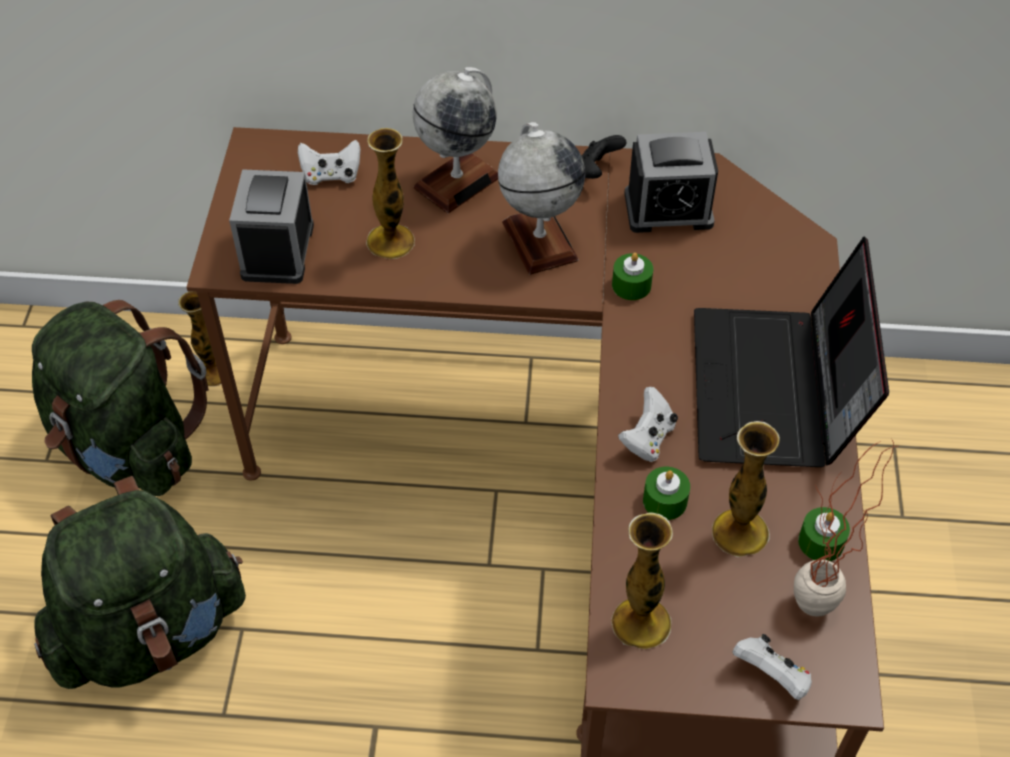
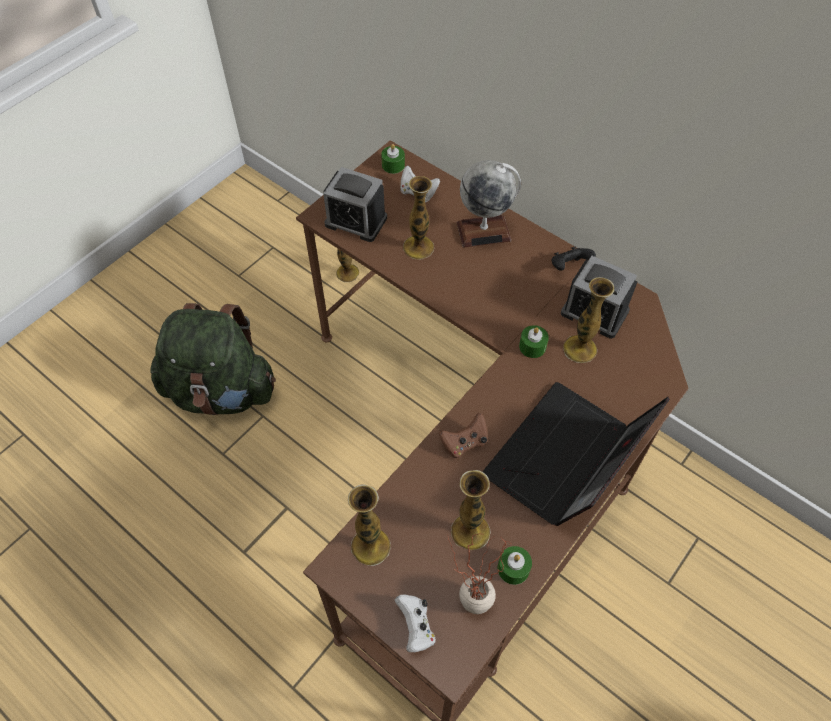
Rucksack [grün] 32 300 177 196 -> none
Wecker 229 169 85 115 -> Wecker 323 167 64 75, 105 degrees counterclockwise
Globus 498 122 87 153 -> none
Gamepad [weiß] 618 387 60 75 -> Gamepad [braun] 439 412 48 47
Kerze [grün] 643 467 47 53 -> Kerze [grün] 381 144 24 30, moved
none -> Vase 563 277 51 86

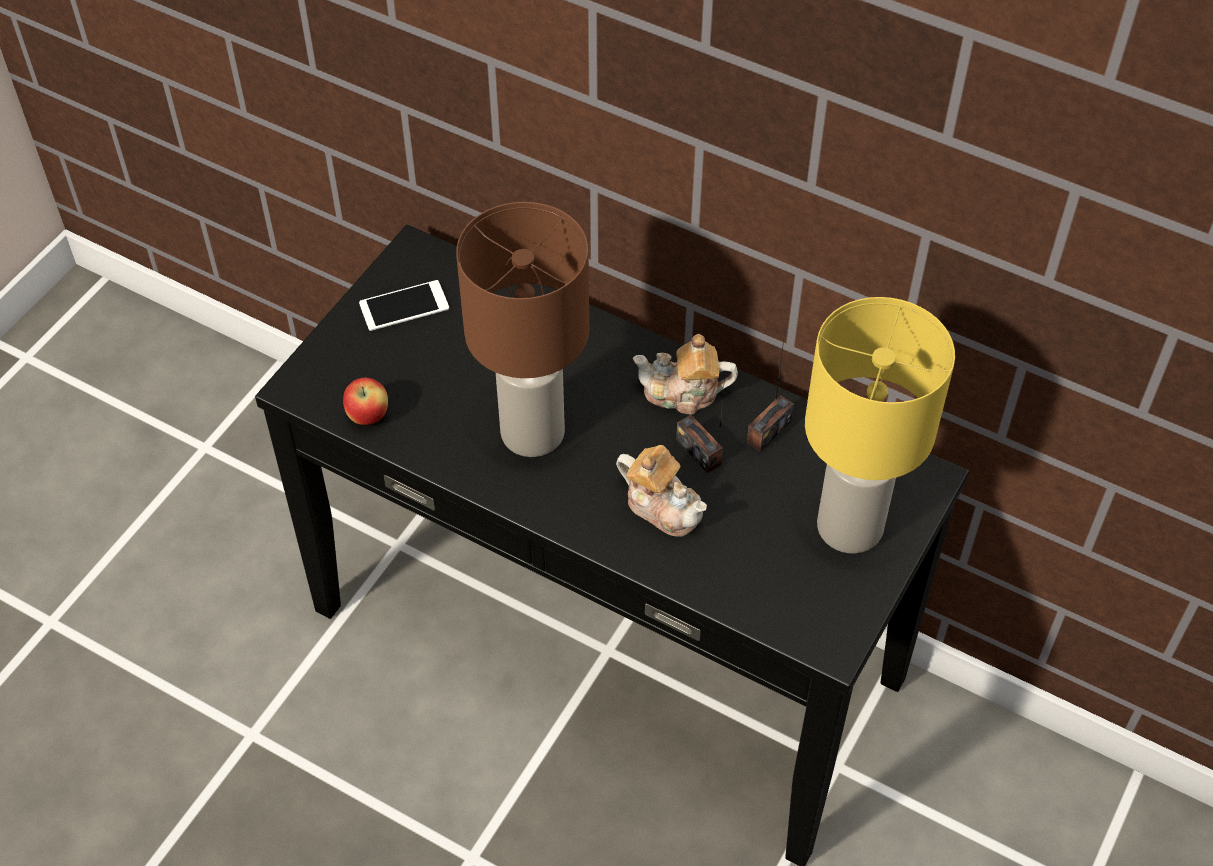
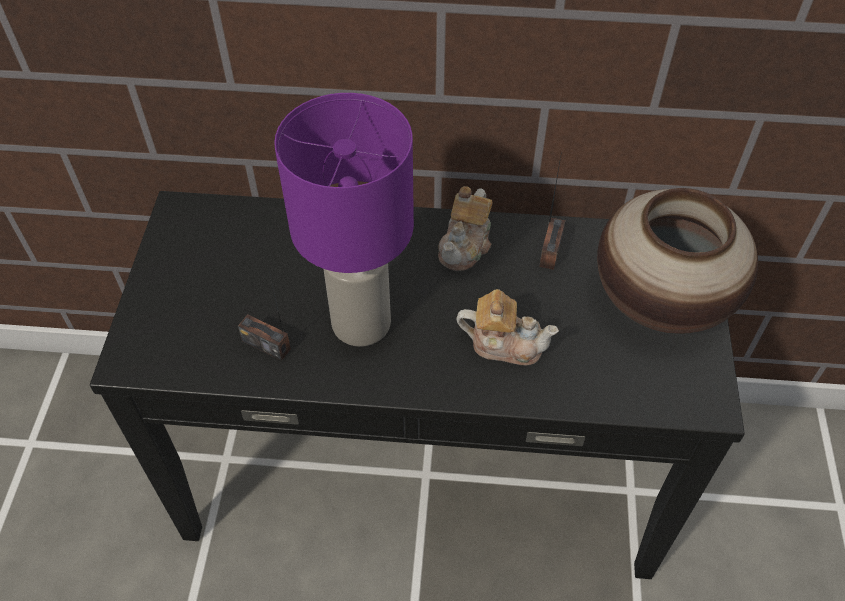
Apfel 343 377 45 48 -> none
Handy 359 280 90 51 -> none
Tischlampe [braun] 456 202 133 255 -> Tischlampe [lila] 274 93 140 254
Teekanne 633 334 105 80 -> Teekanne 438 186 54 85, 45 degrees counterclockwise
Radio 676 376 49 97 -> Radio 238 267 53 94, moved
Tischlampe [gelb] 805 297 150 257 -> Vase 597 188 161 146

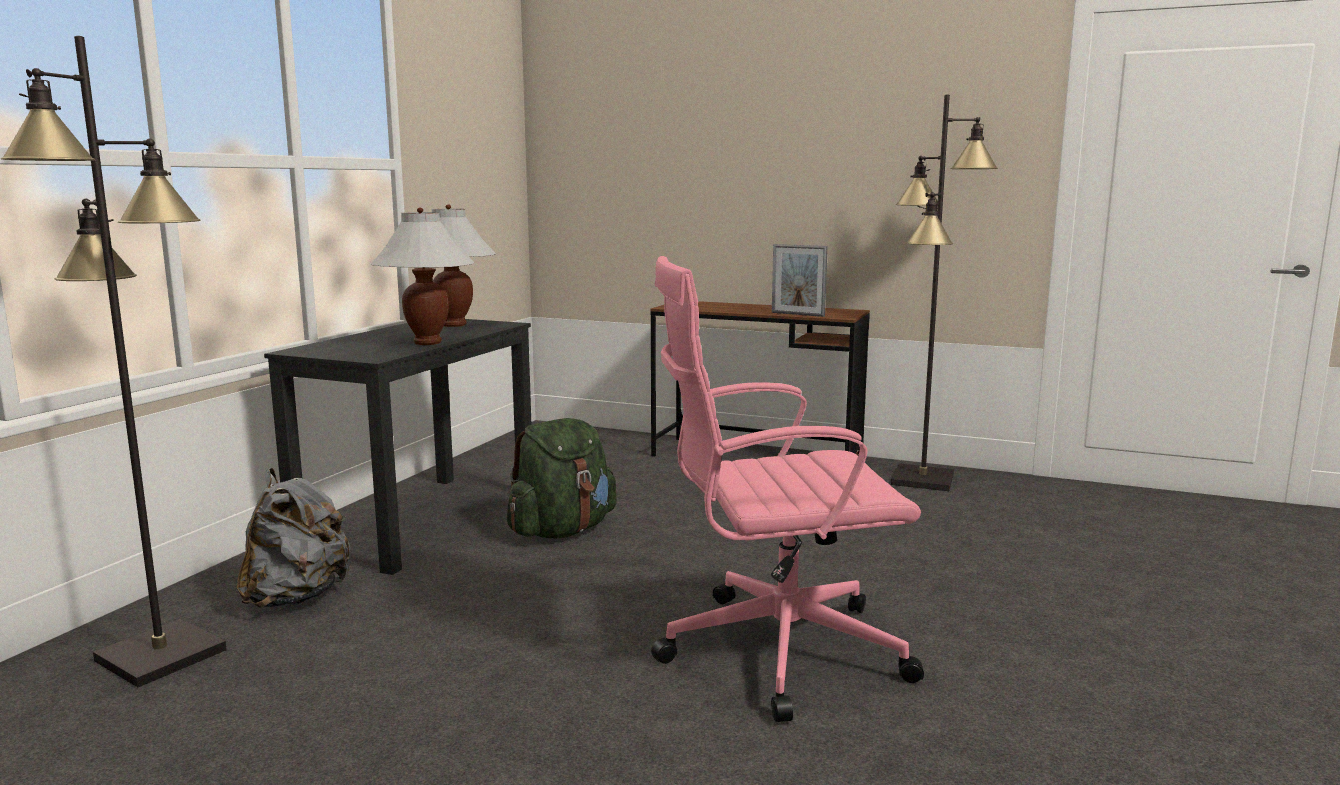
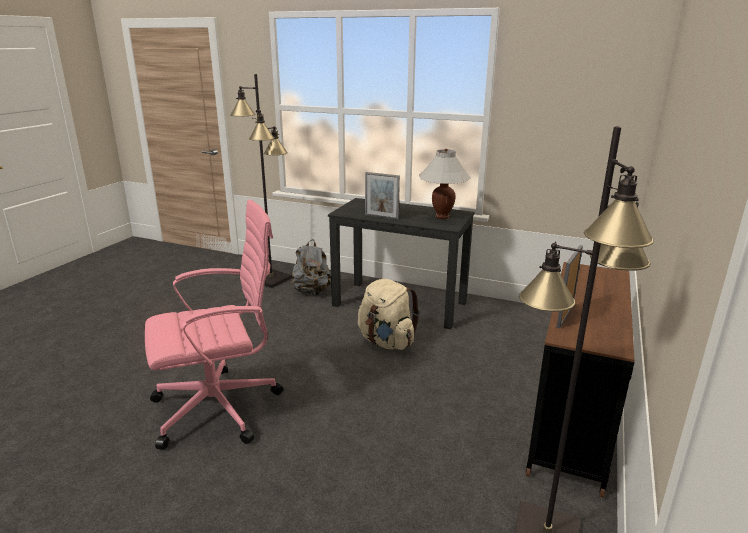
Tischlampe [weiß] 371 207 104 138 -> Bilderrahmen 365 172 35 48
Rucksack [grün] 507 418 110 121 -> Rucksack [beige] 358 279 62 71
Bürostuhl [rosa] 651 256 273 466 -> Bürostuhl [rosa] 145 199 139 251, 75 degrees clockwise

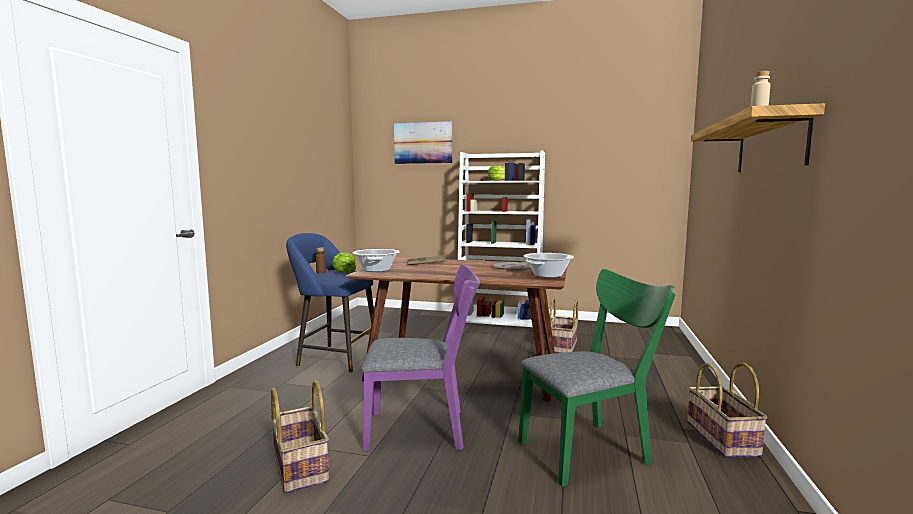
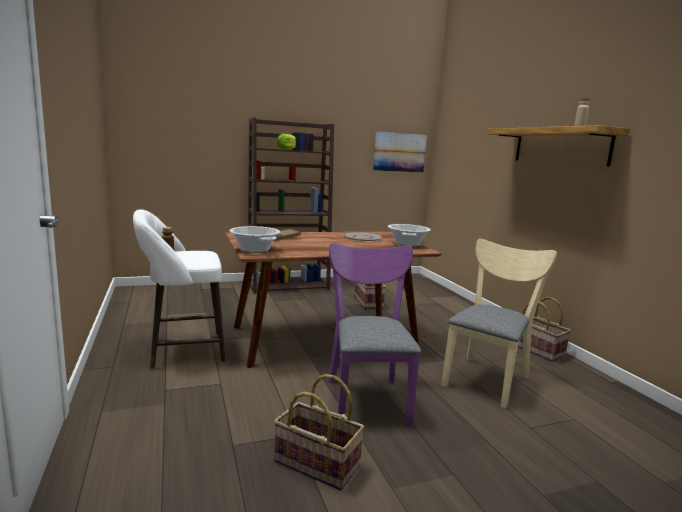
Hocker [blau] 286 233 88 140 -> Hocker [weiß] 133 209 93 160
Salatkopf 332 253 24 20 -> none
Stuhl [lila] 361 265 119 186 -> Stuhl [lila] 328 243 93 184, 60 degrees counterclockwise
Bild 394 121 58 43 -> Bild 373 131 54 42, moved
Bücherregal [weiß] 458 150 87 177 -> Bücherregal [braun] 248 118 86 176
Stuhl [grün] 519 269 156 218 -> Stuhl [beige] 441 239 116 169

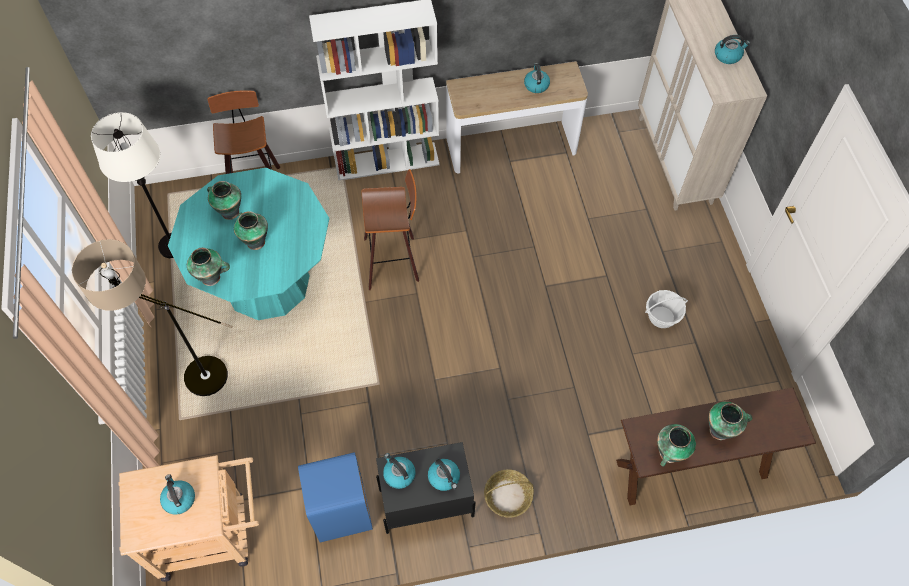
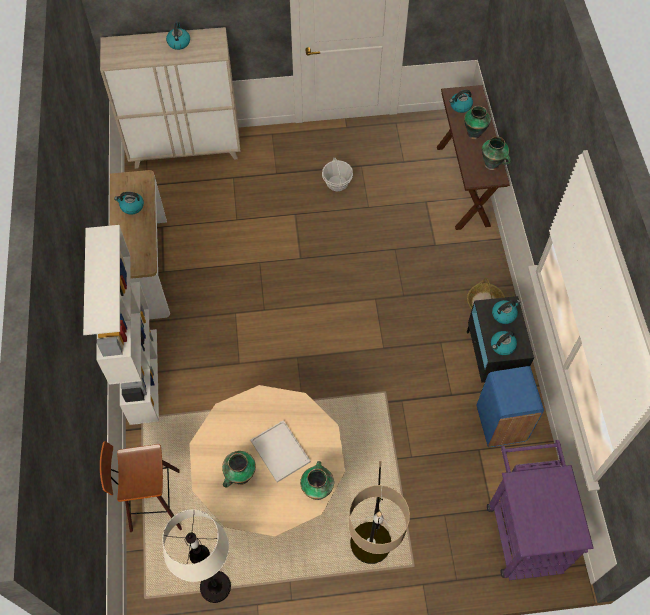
Rollwagen [beige] 119 455 140 127 -> Rollwagen [lila] 487 440 106 140
Wasserkessel 160 474 35 41 -> Wasserkessel 449 90 24 23, moved
Esstisch [türkis] 168 168 161 152 -> Esstisch [beige] 189 385 156 152
Vase 234 211 34 39 -> Tablett [weiß] 251 420 60 63
Hocker 362 169 57 121 -> none

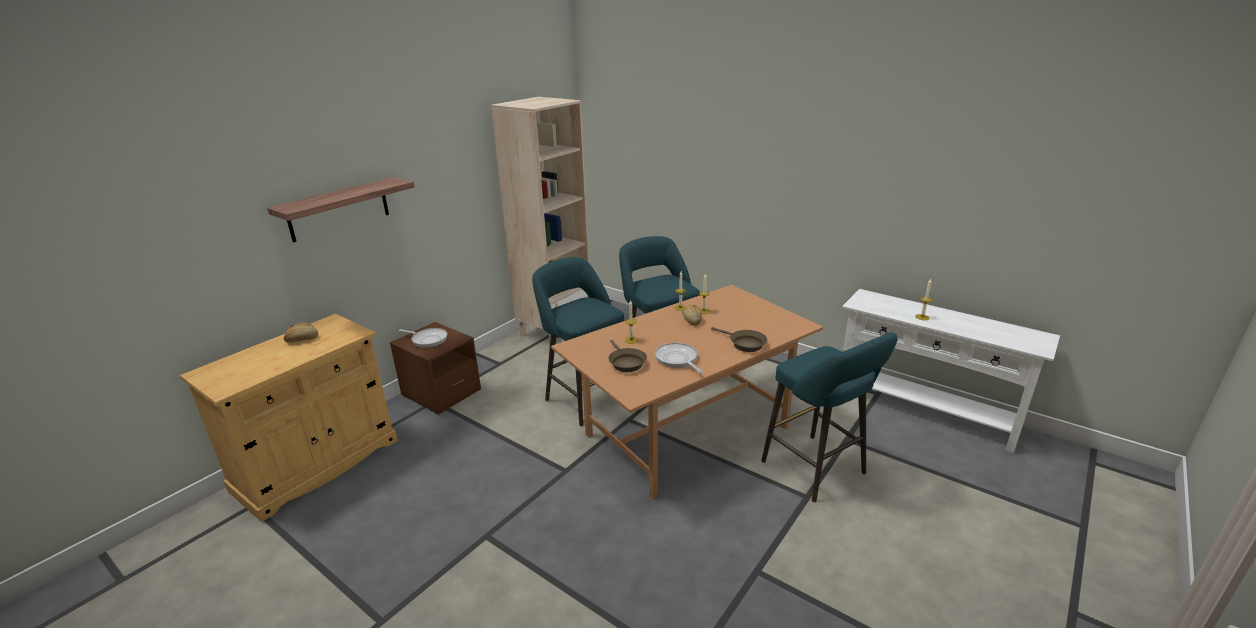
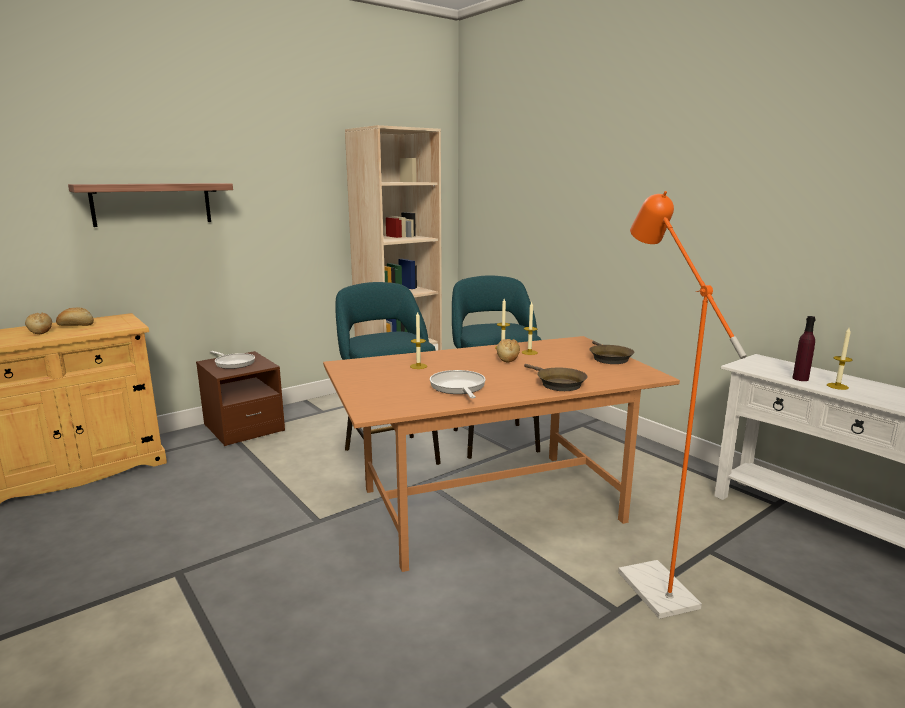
Pfanne [braun] 609 340 38 32 -> Pfanne [braun] 589 341 45 23, moved
Hocker [türkis] 761 332 137 170 -> Stehlampe [orange] 618 191 129 428
none -> Brot 25 313 27 21
none -> Flasche [lila] 792 316 23 65

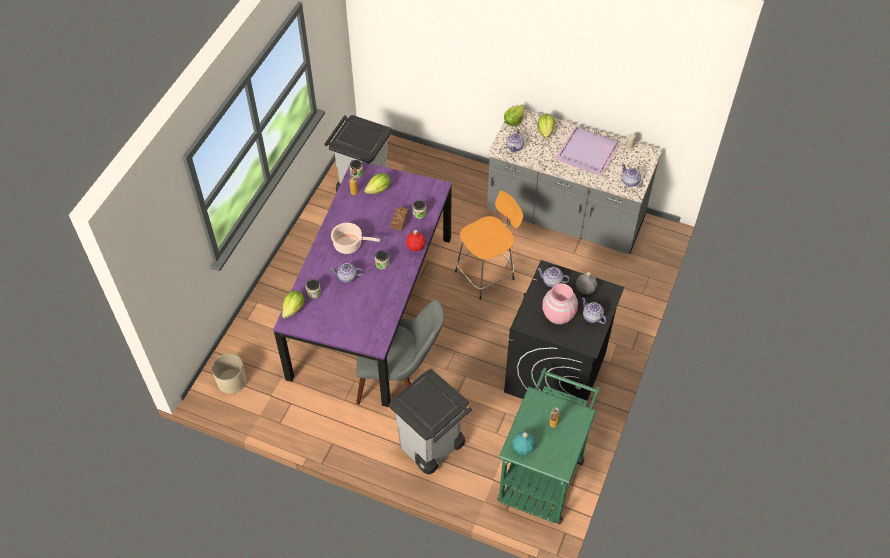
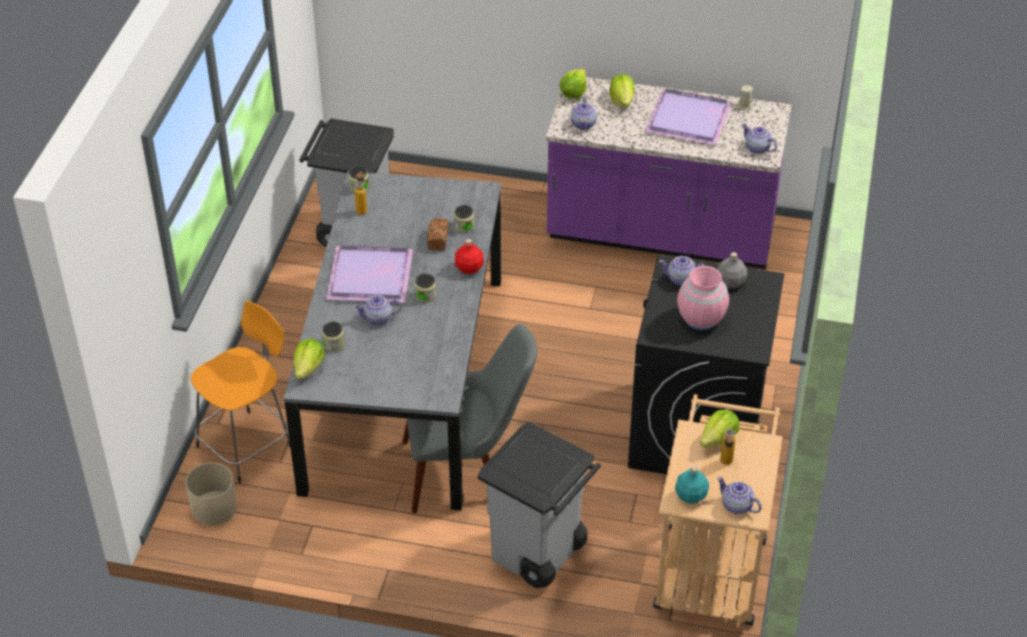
Esstisch [lila] 273 160 179 247 -> Esstisch [grau] 284 171 217 340
Kochtopf 331 223 49 31 -> Tablett [lila] 326 246 87 57
Salatkopf 364 173 27 21 -> Salatkopf 700 410 39 37, moved
Hocker [orange] 455 190 68 110 -> Hocker [orange] 191 301 99 182, moved
Küchenzeile [grau] 487 106 175 148 -> Küchenzeile [lila] 546 77 246 192
Rollwagen [grün] 498 368 102 156 -> Rollwagen [beige] 653 394 130 232
Teekanne 582 298 24 26 -> Teekanne 717 477 45 37, moved

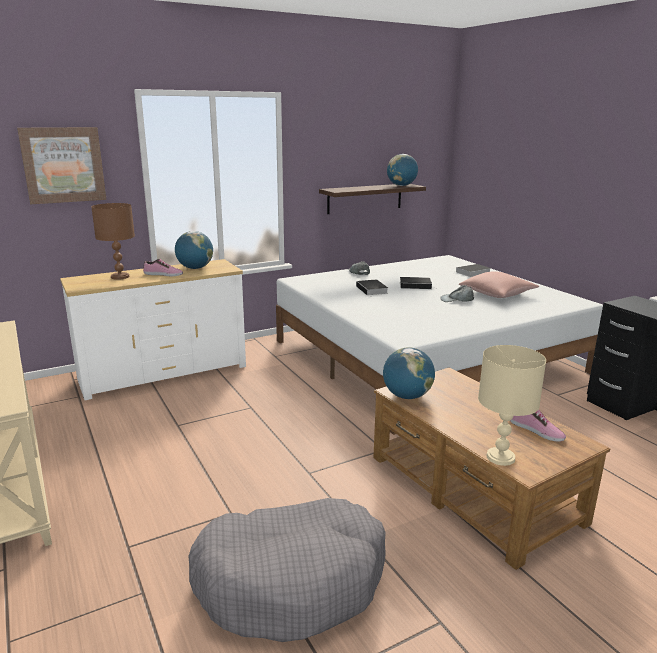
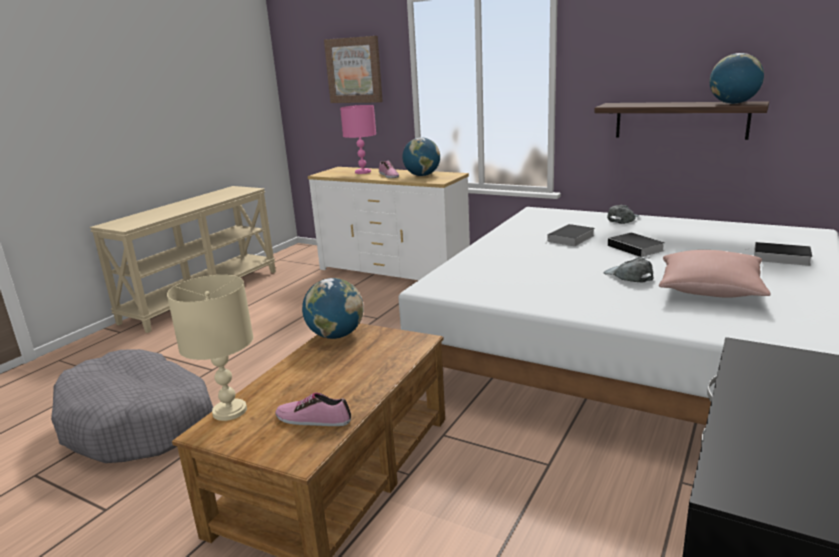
Tischlampe [braun] 91 203 44 77 -> Tischlampe [rosa] 340 105 36 69
Schuh 510 409 56 33 -> Schuh 275 393 76 33, 90 degrees clockwise

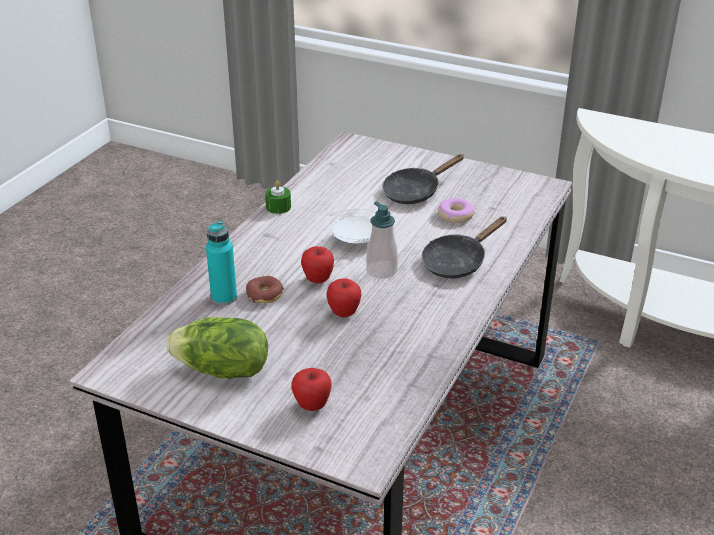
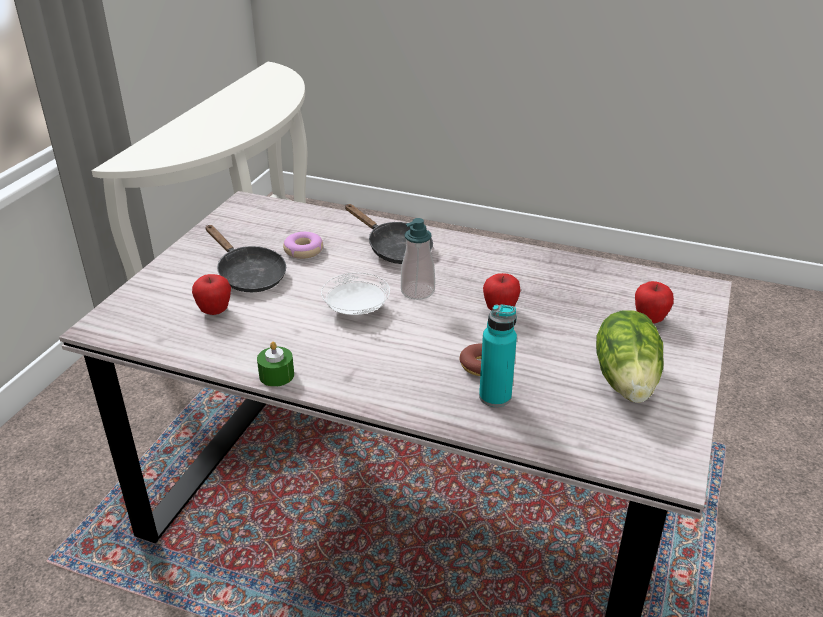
Apfel 301 246 33 37 -> Apfel 192 274 39 41, moved

